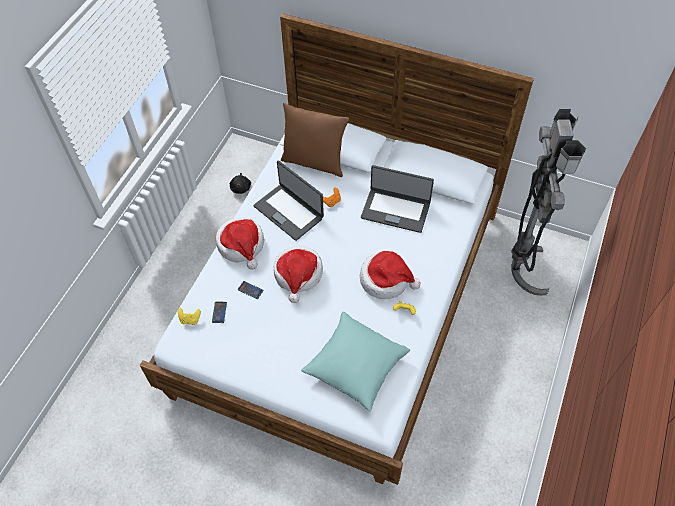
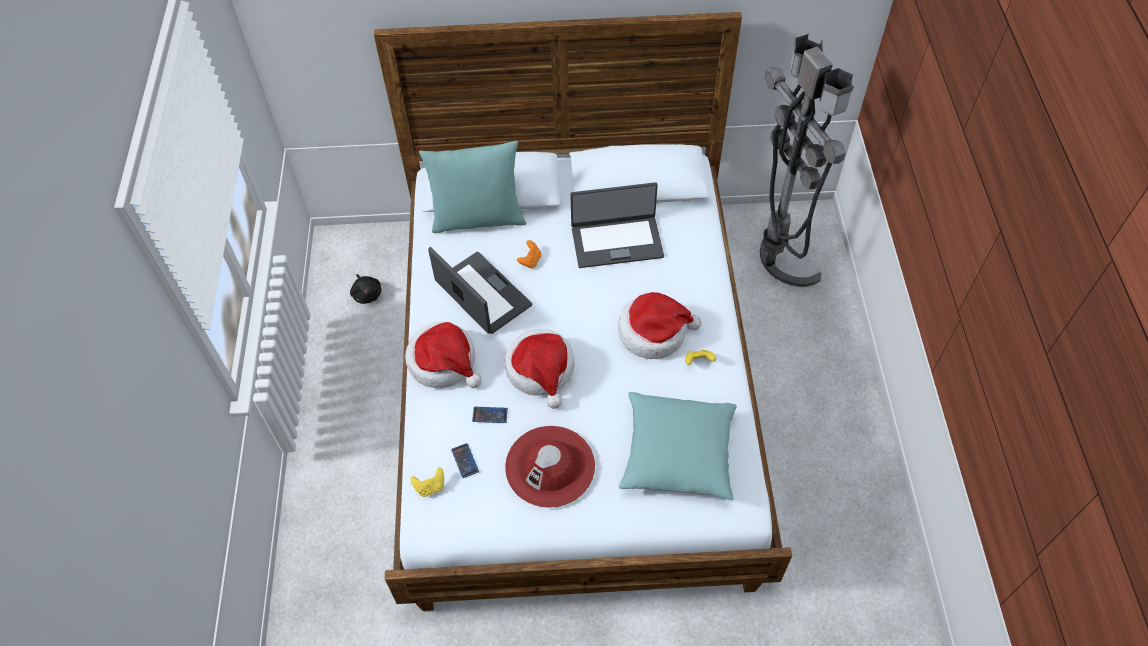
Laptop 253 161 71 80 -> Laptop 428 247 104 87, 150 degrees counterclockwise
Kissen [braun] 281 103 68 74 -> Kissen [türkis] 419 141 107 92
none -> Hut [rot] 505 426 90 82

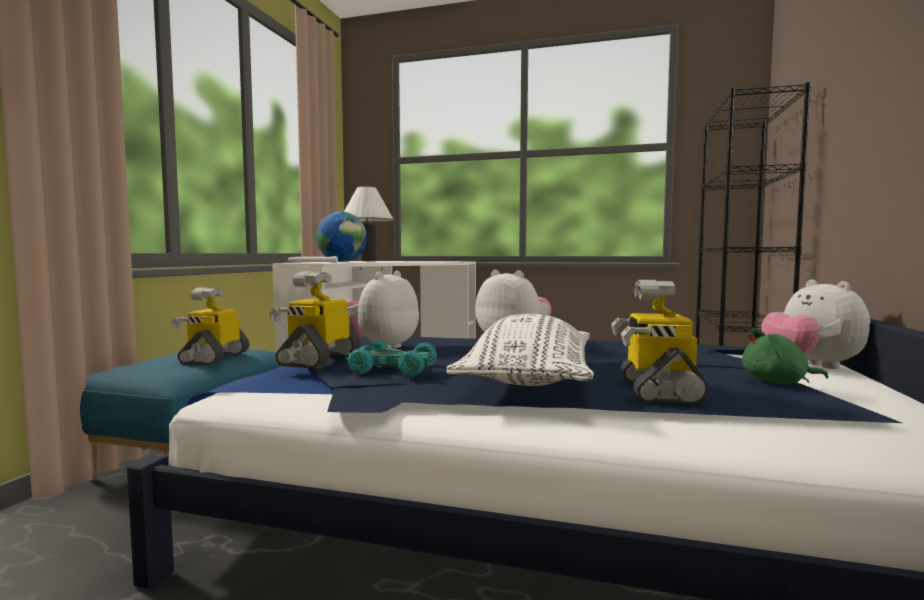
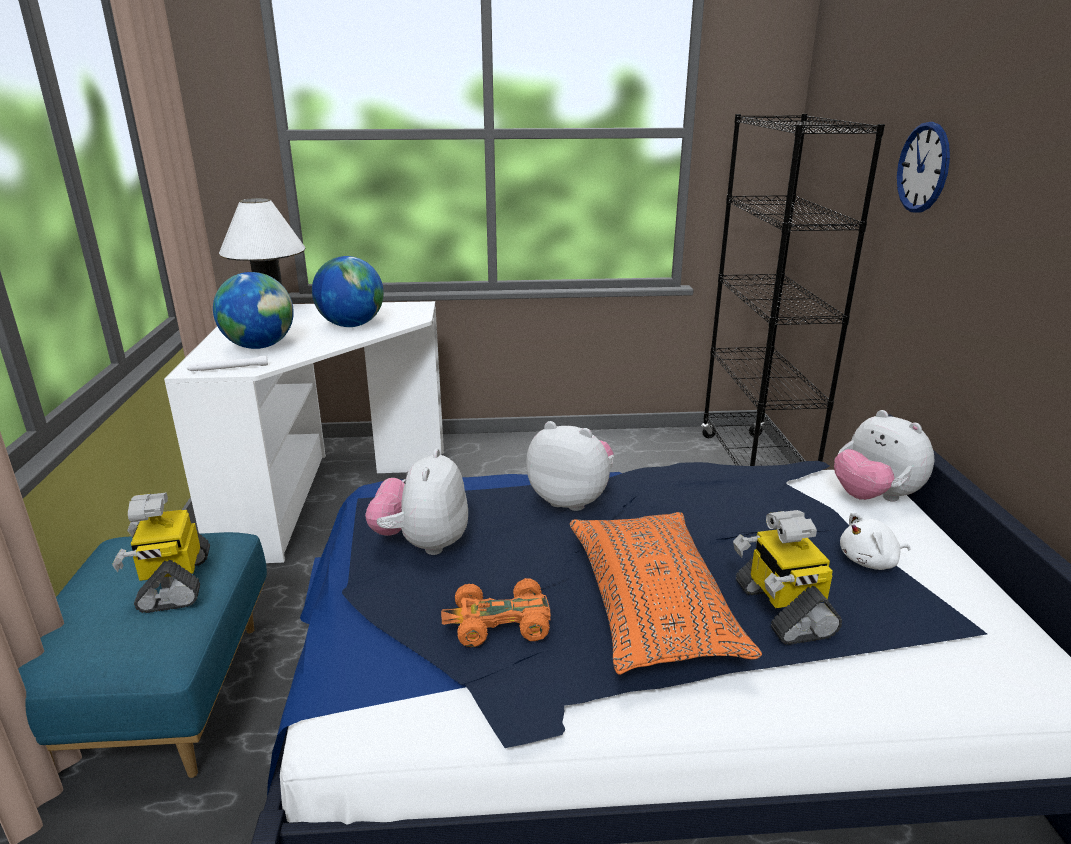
Spielzeugroboter 269 271 92 97 -> none
Spielzeugauto [türkis] 345 341 92 36 -> Spielzeugauto [orange] 441 578 110 69
Kissen [weiß] 446 314 148 72 -> Kissen [orange] 570 512 192 163
Plüschtier [grün] 742 328 87 56 -> Plüschtier [weiß] 840 512 71 58
none -> Globus 312 256 72 71
none -> Wanduhr 897 122 53 90

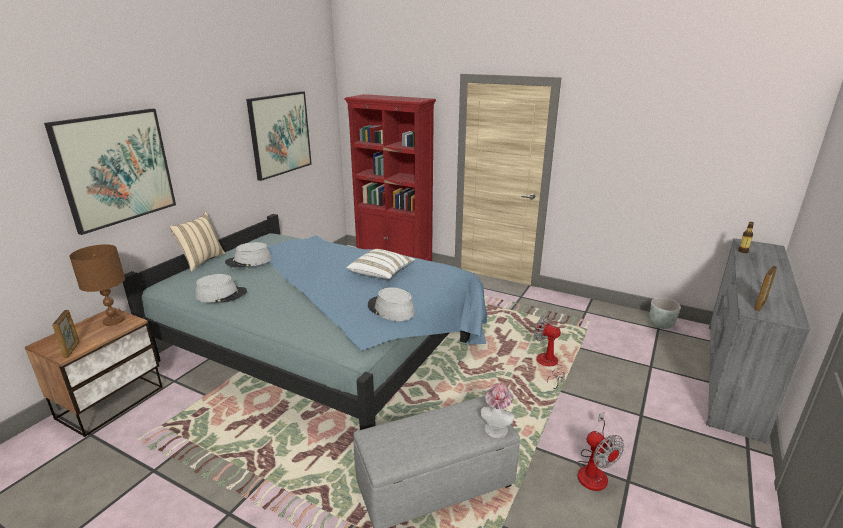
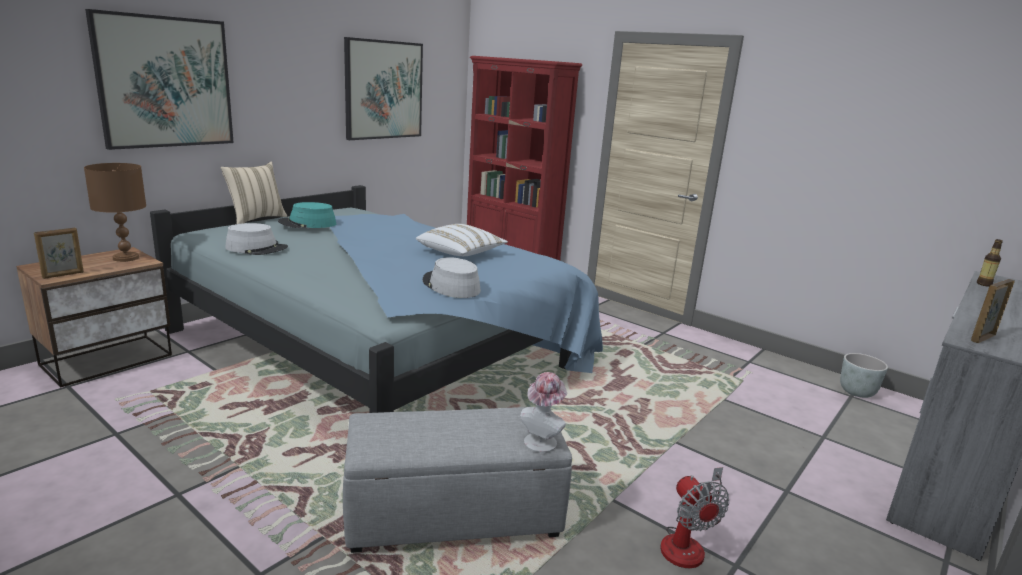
Bilderrahmen 52 310 28 48 -> Bilderrahmen 34 228 50 51, 45 degrees clockwise
Hut [grau] 225 242 47 26 -> Hut [türkis] 278 202 58 26
Ventilator 534 316 31 73 -> none

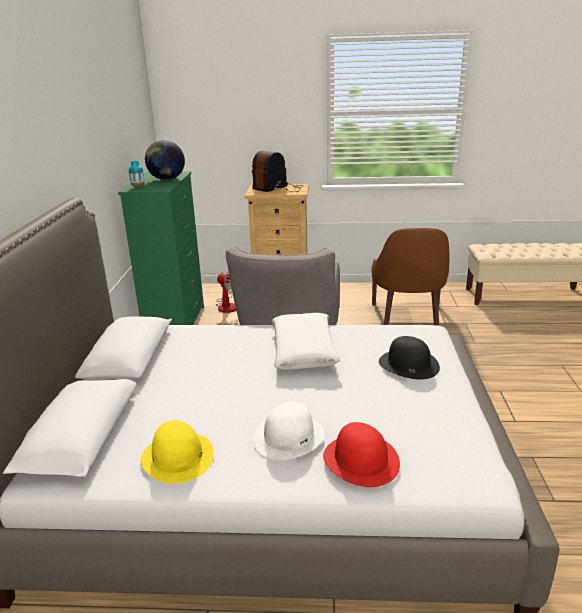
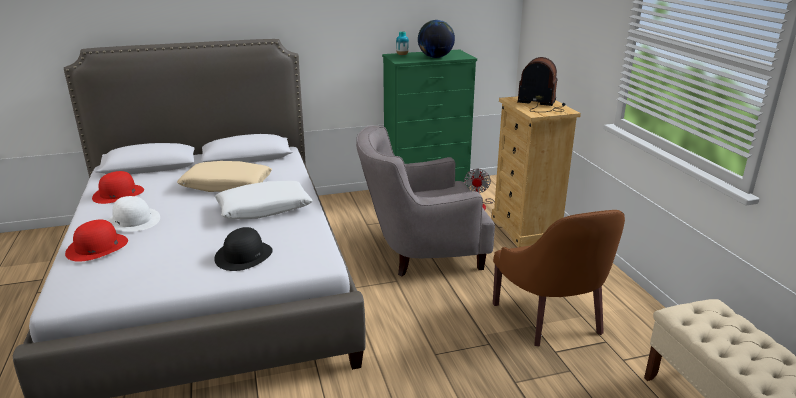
Hut [gelb] 141 420 73 64 -> Hut [rot] 92 171 52 33
Sessel [braun] 371 228 79 98 -> Sessel [braun] 493 210 132 136, 90 degrees counterclockwise
none -> Kissen [beige] 177 161 95 31

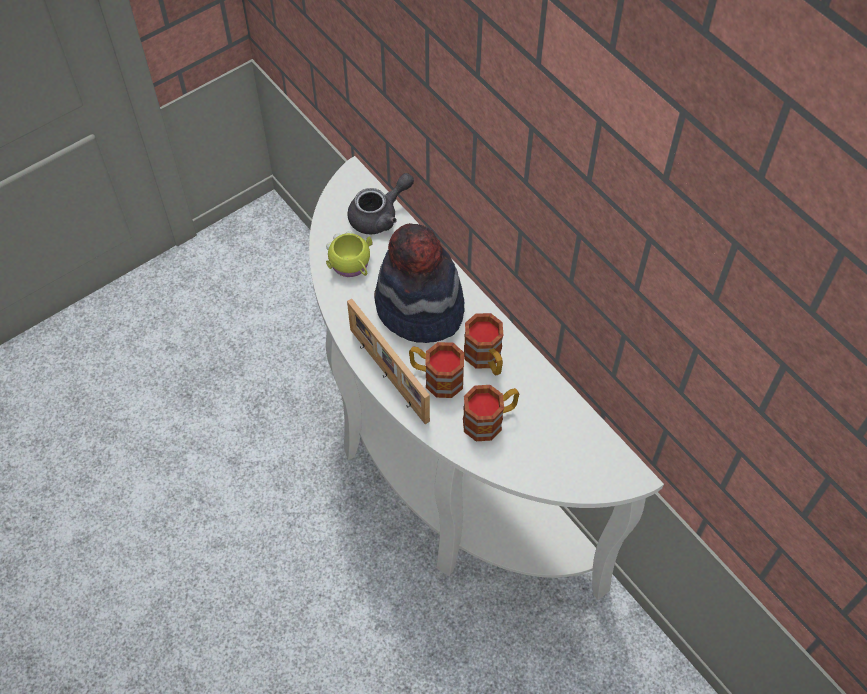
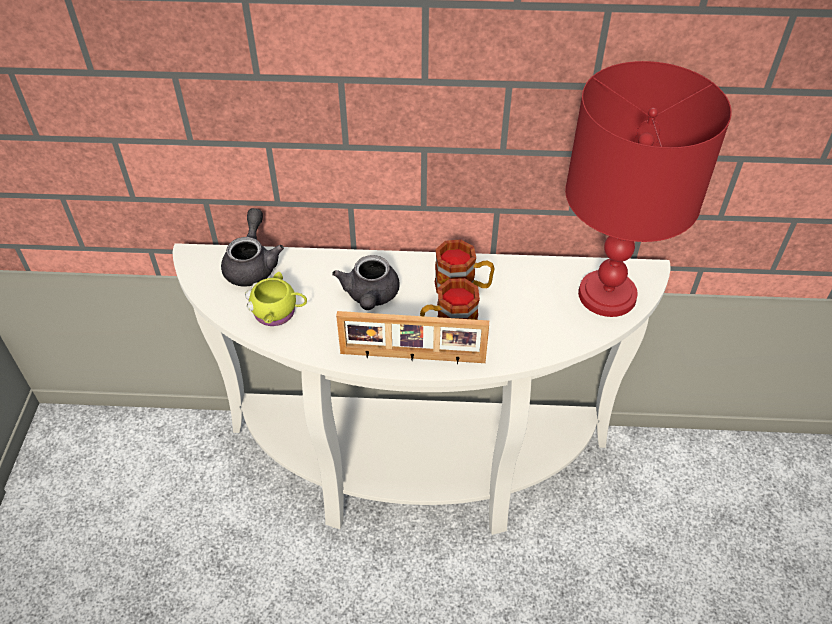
Hut 374 223 91 120 -> Teekanne [grau] 332 255 68 55
Henkelbecher 463 385 56 56 -> none
none -> Tischlampe [rot] 565 61 167 256

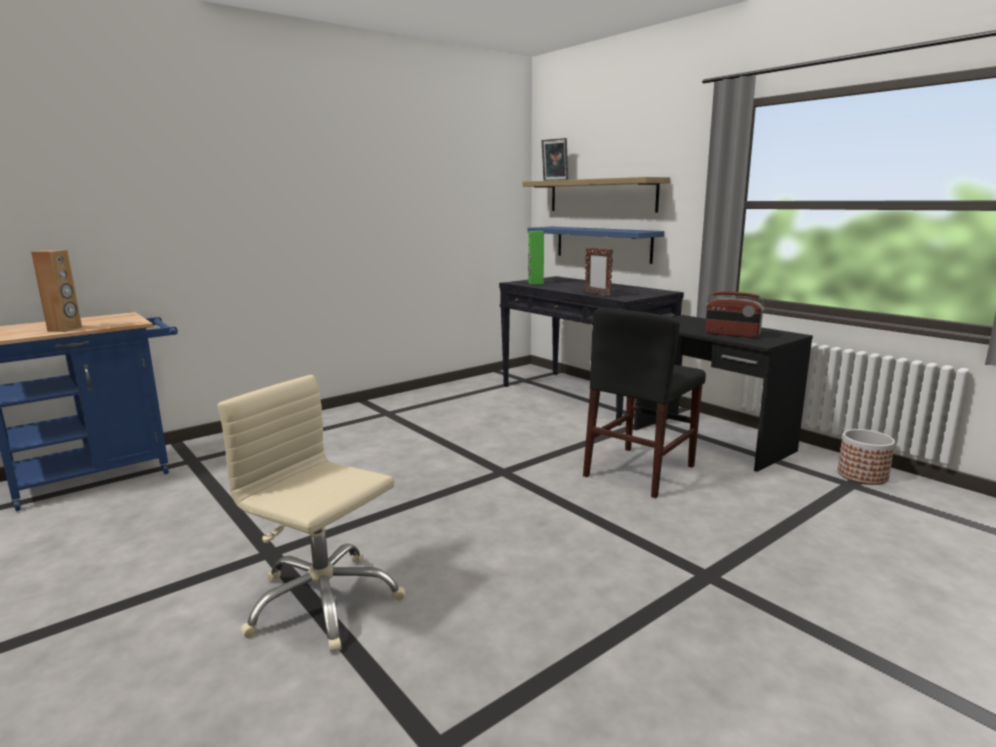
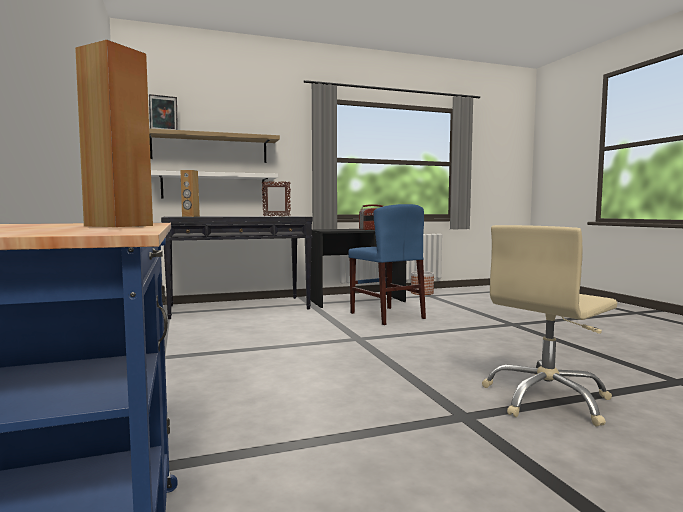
Wandregal [blau] 527 227 137 37 -> Wandregal [weiß] 151 171 127 28
Lautsprecher [grün] 528 231 16 53 -> Lautsprecher [braun] 180 170 20 47
Stuhl [schwarz] 583 308 123 190 -> Stuhl [blau] 348 204 78 121

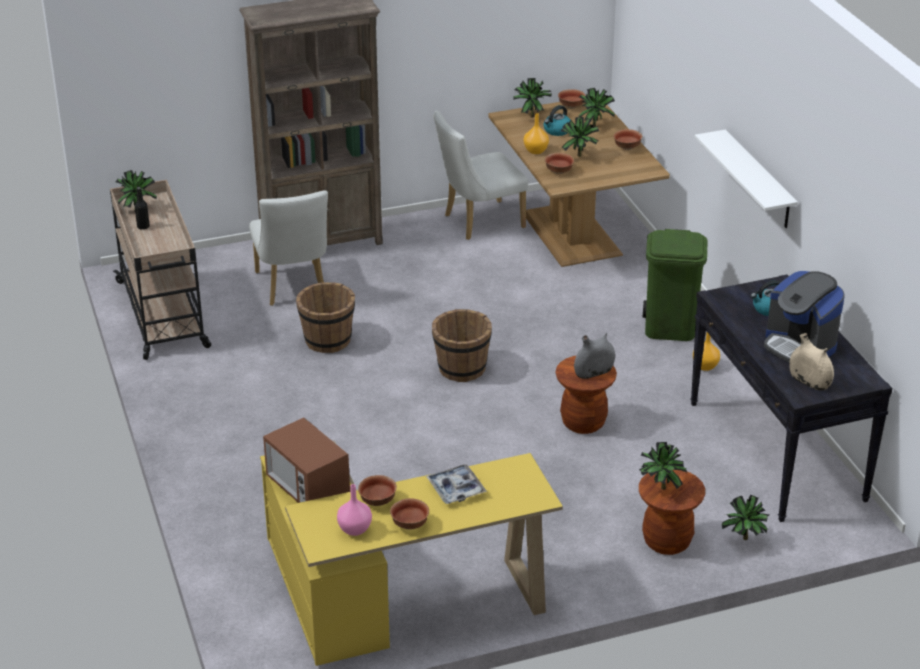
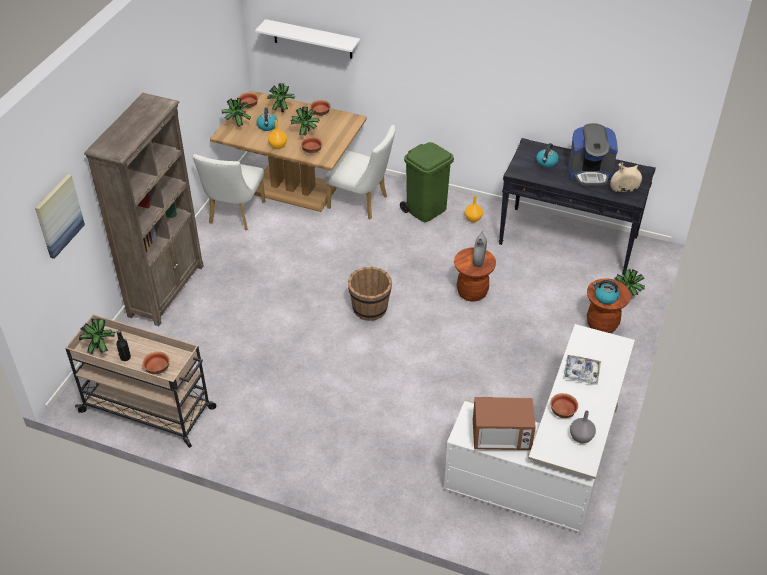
Stuhl [weiß] 249 190 79 116 -> Stuhl [weiß] 325 125 71 94, moved
Schreibtisch [gelb] 260 441 303 225 -> Schreibtisch [weiß] 444 324 191 209
Eimer [braun] 296 282 59 71 -> none
Vase [rosa] 337 484 35 52 -> Vase [grau] 570 410 26 34
Schüssel 390 498 39 31 -> Schüssel 142 352 28 22, moved
Topfpflanze 639 442 48 48 -> Wasserkessel 593 280 26 24
Wandregal [weiß] 694 130 104 98 -> Wandregal [weiß] 255 19 105 40, moved
none -> Bild 35 174 50 85

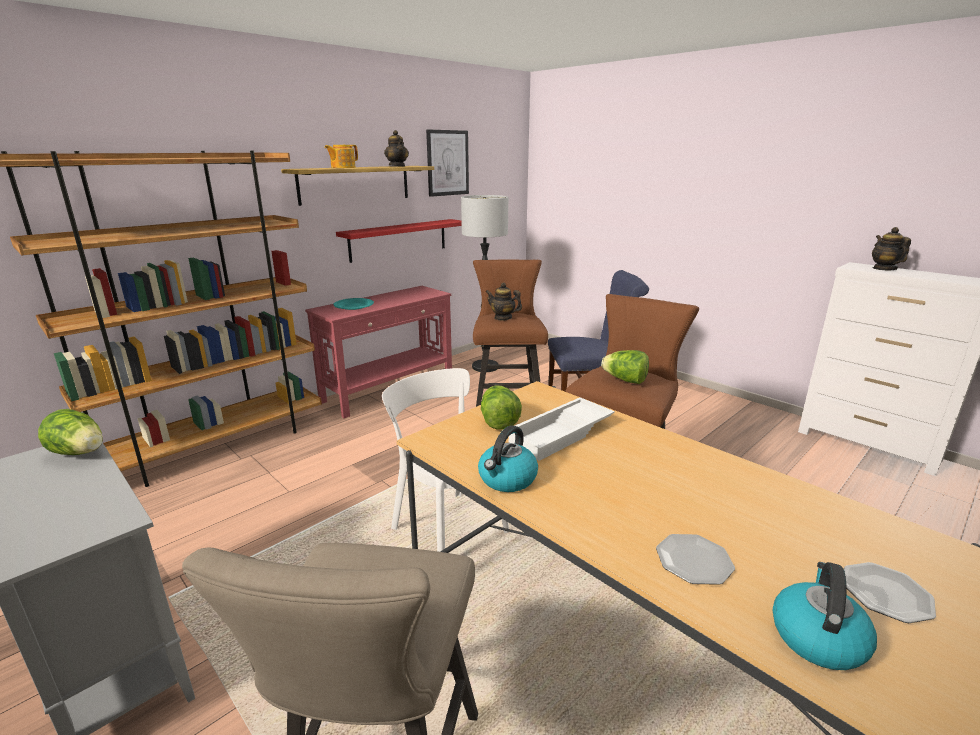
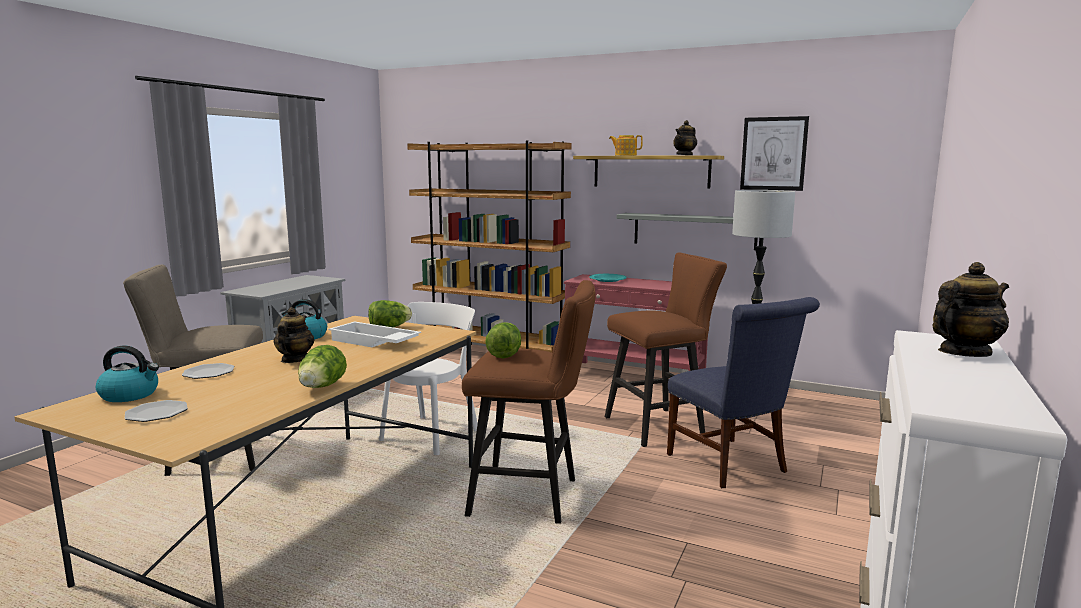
Salatkopf 38 409 65 46 -> Salatkopf 298 345 49 43, moved
Wandregal [rot] 336 219 126 44 -> Wandregal [grau] 616 213 142 37
Teekanne 486 283 36 38 -> Teekanne 274 307 40 56, moved

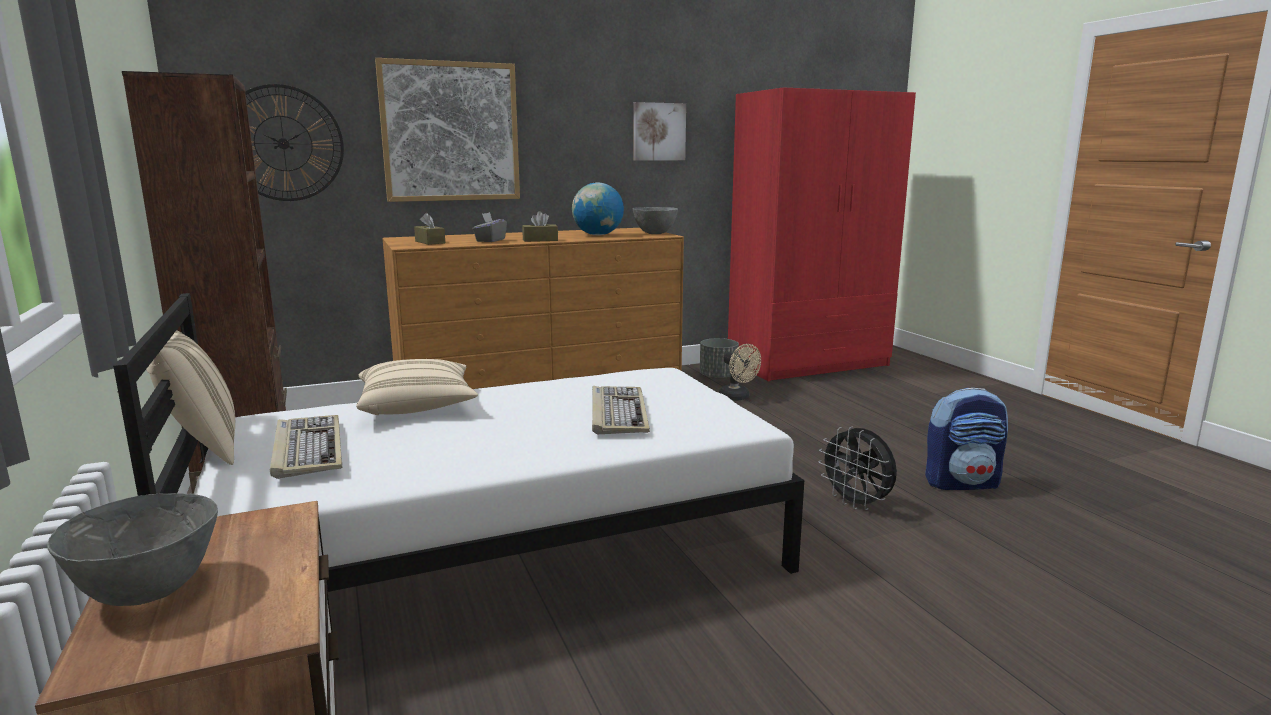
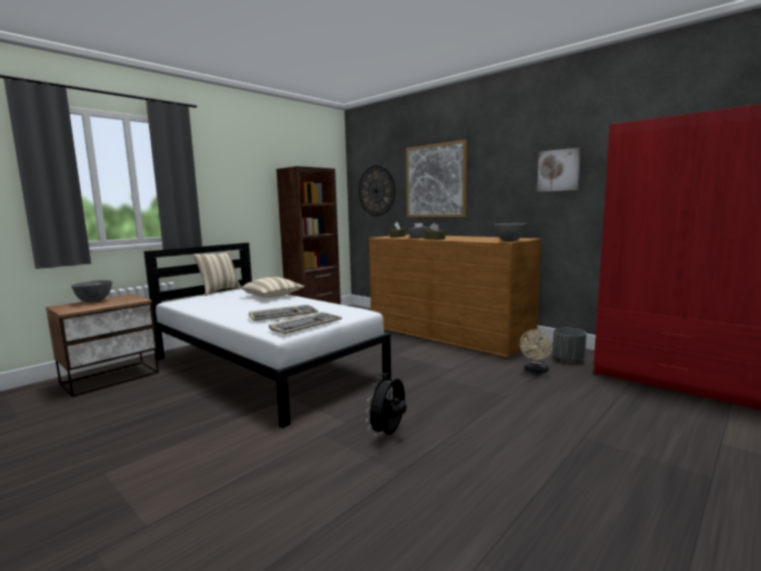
Tastatur 270 415 72 64 -> Tastatur 269 312 73 22, moved
Globus 572 182 52 53 -> none
Rucksack 925 388 83 102 -> none

